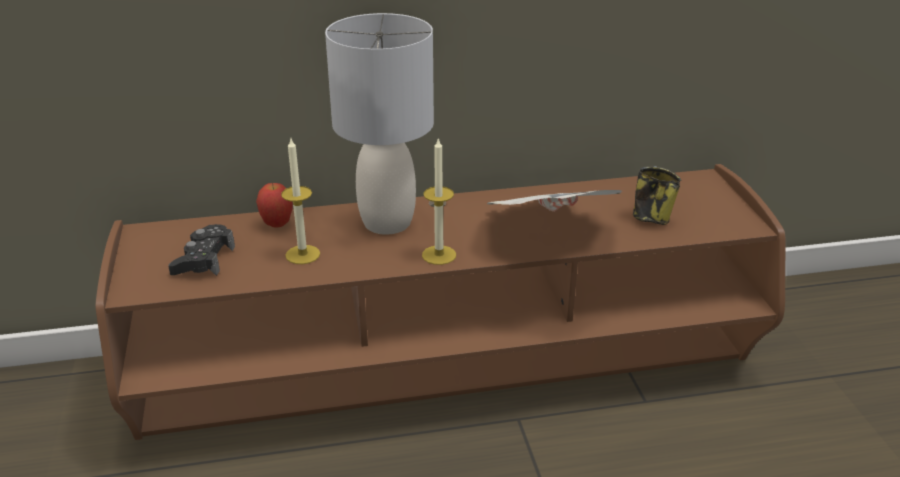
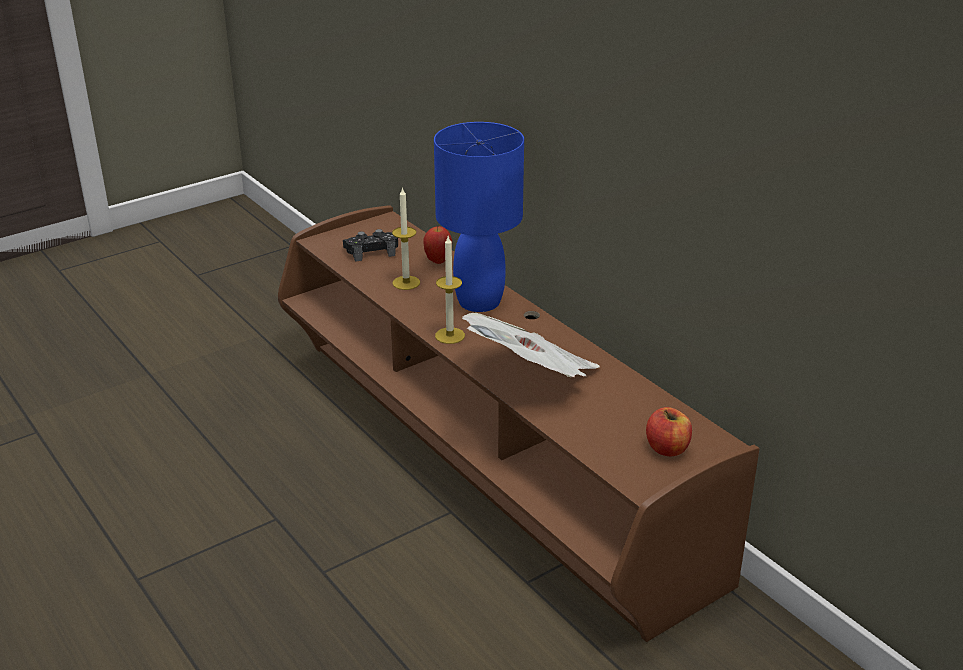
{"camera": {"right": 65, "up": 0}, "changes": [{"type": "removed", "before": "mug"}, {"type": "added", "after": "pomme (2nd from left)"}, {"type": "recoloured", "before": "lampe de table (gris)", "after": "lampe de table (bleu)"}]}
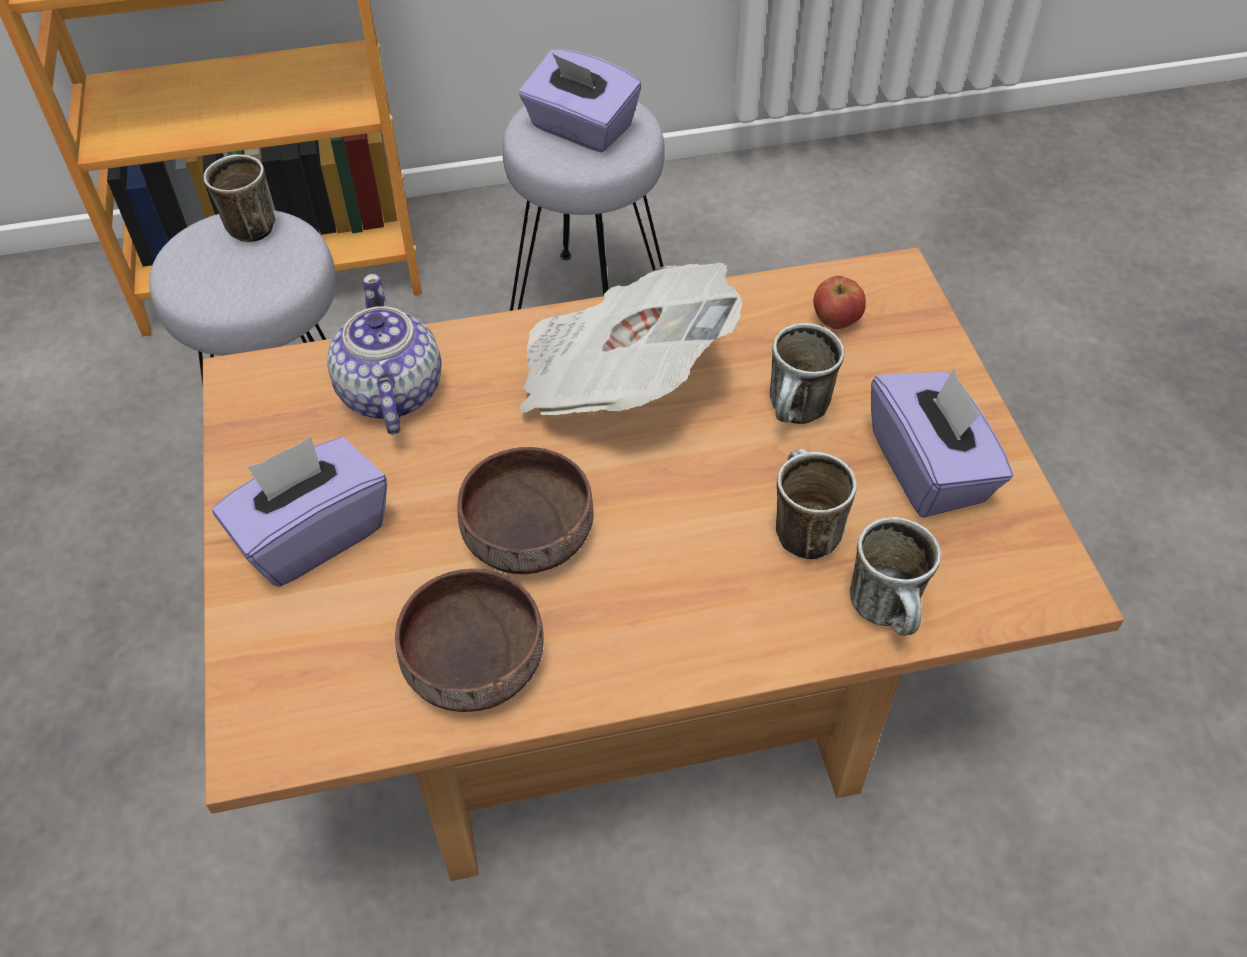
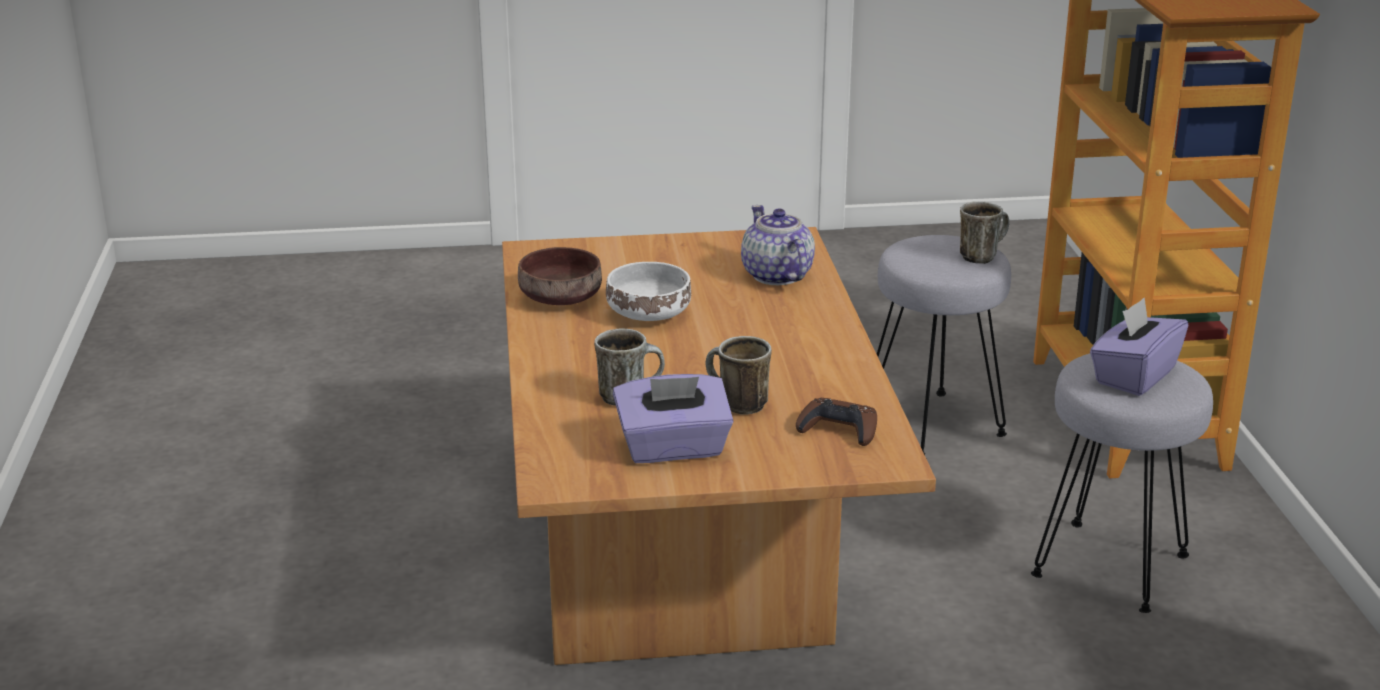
{"camera": {"right": 95, "up": -25}, "changes": [{"type": "removed", "before": "boîte à mouchoirs (violet) (1st from left)"}, {"type": "removed", "before": "journal"}, {"type": "removed", "before": "mug (4th from left)"}, {"type": "replaced", "before": "pomme", "after": "manette (marron)"}, {"type": "recoloured", "before": "bol (marron) (2nd from left)", "after": "bol (blanc)"}, {"type": "turned", "before": "théière", "turn": -105}]}
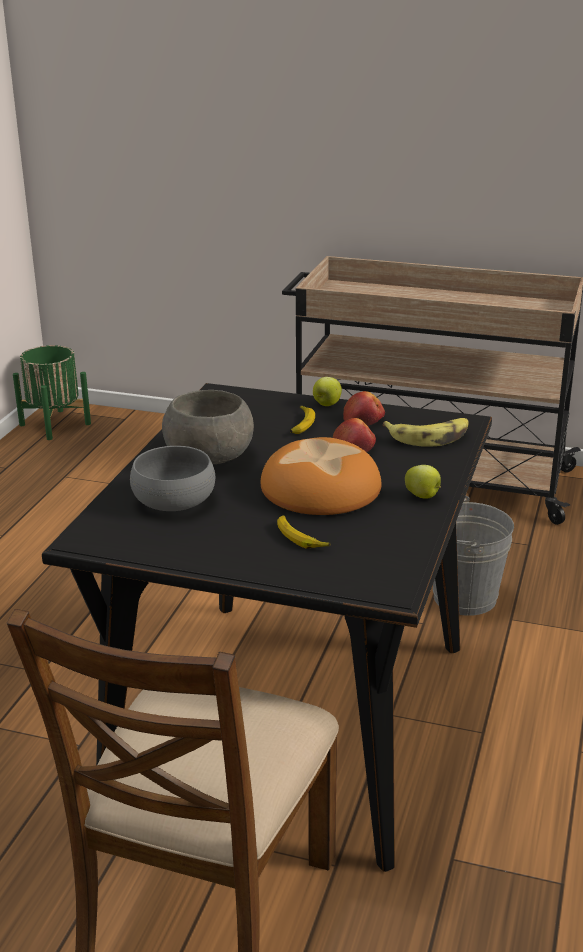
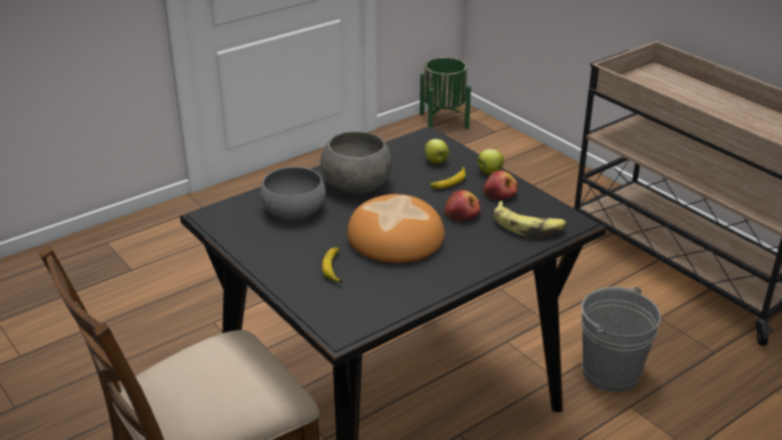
{"camera": {"right": 35, "up": 5}, "changes": [{"type": "moved", "before": "pomme (4th from left in the first image)", "after": "pomme (1st from left)"}]}
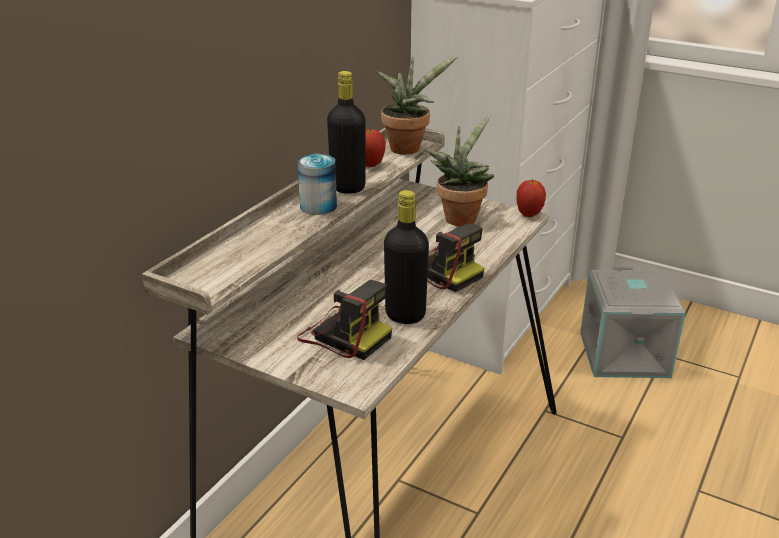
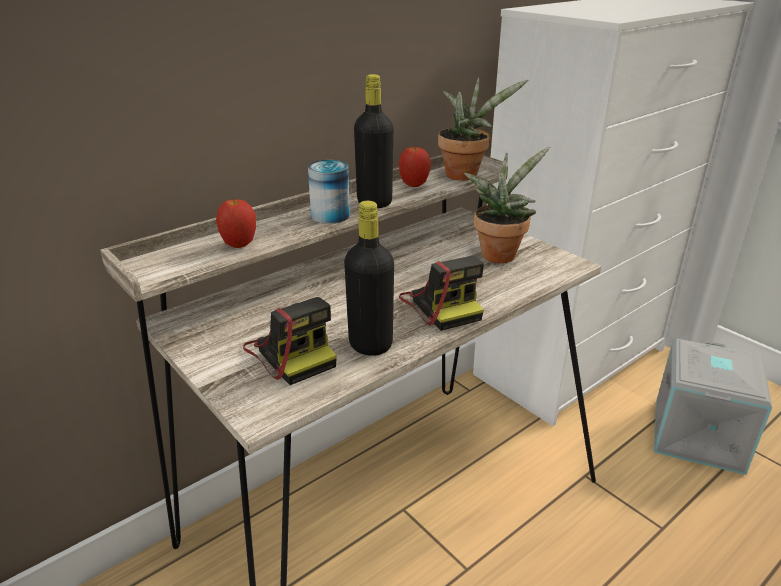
{"camera": {"right": 20, "up": 0}, "changes": [{"type": "moved", "before": "pomme (2nd from left in the first image)", "after": "pomme (1st from left)"}]}
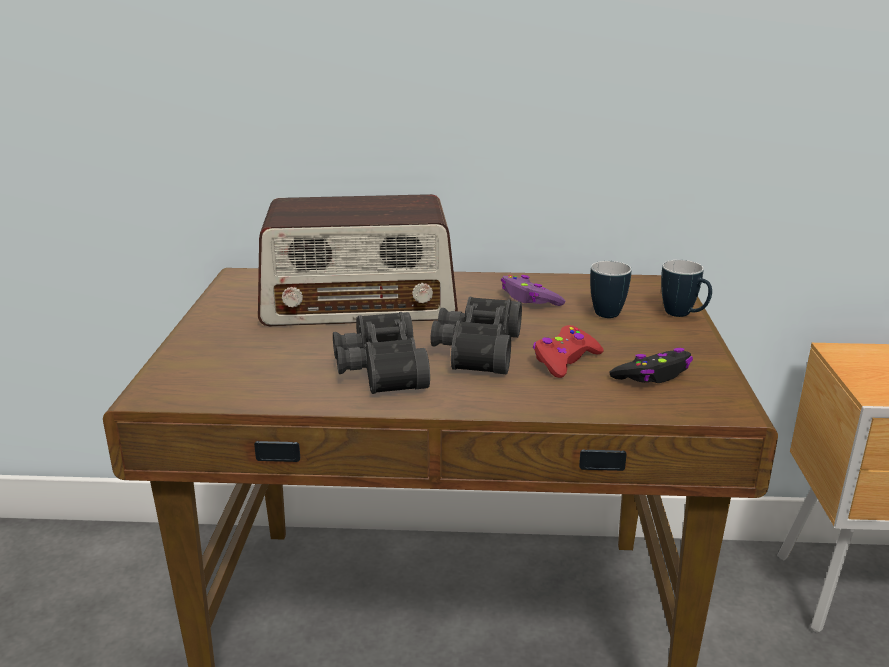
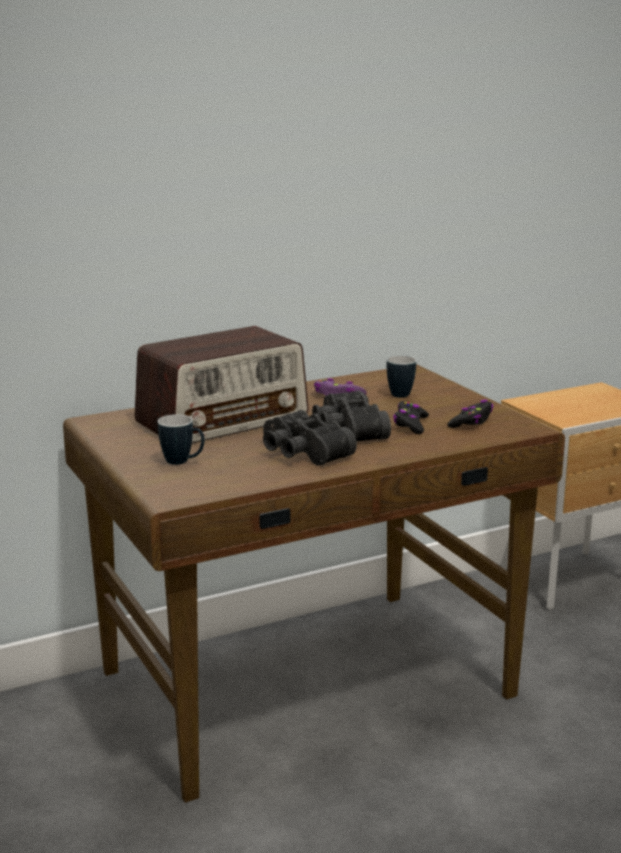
{"camera": {"right": -30, "up": -5}, "changes": [{"type": "moved", "before": "mug (2nd from left in the first image)", "after": "mug (1st from left)"}, {"type": "recoloured", "before": "manette (rouge)", "after": "manette (noir) (1st from left)"}]}
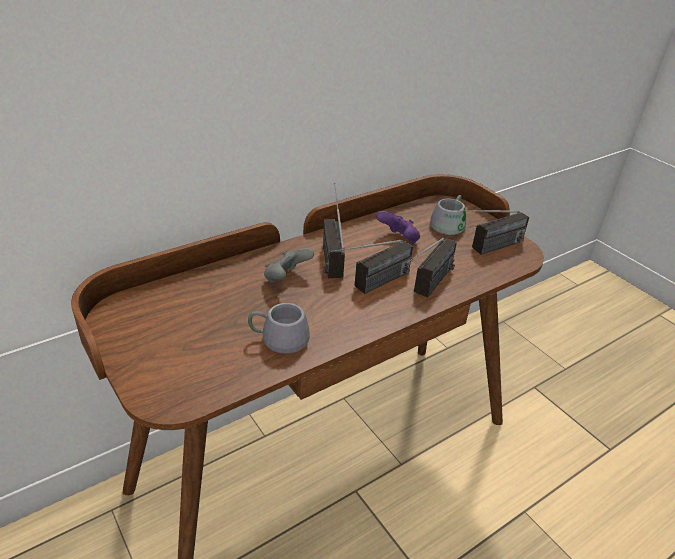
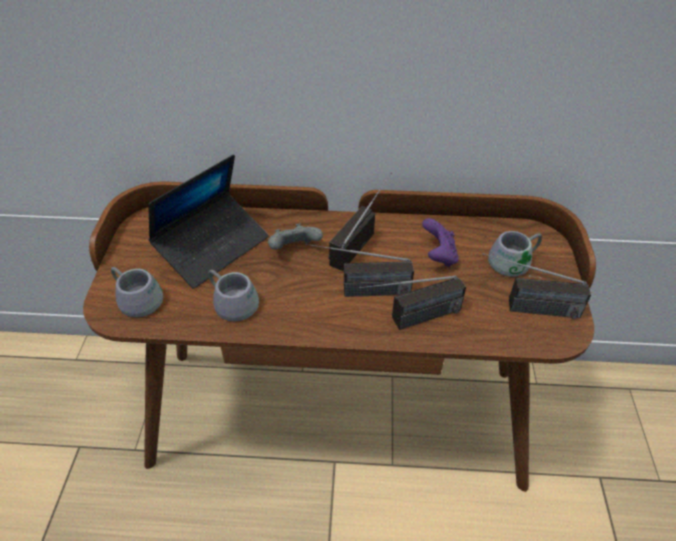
{"camera": {"right": 40, "up": 10}, "changes": [{"type": "added", "after": "mug (gris) (1st from left)"}, {"type": "added", "after": "ordinateur portable"}]}
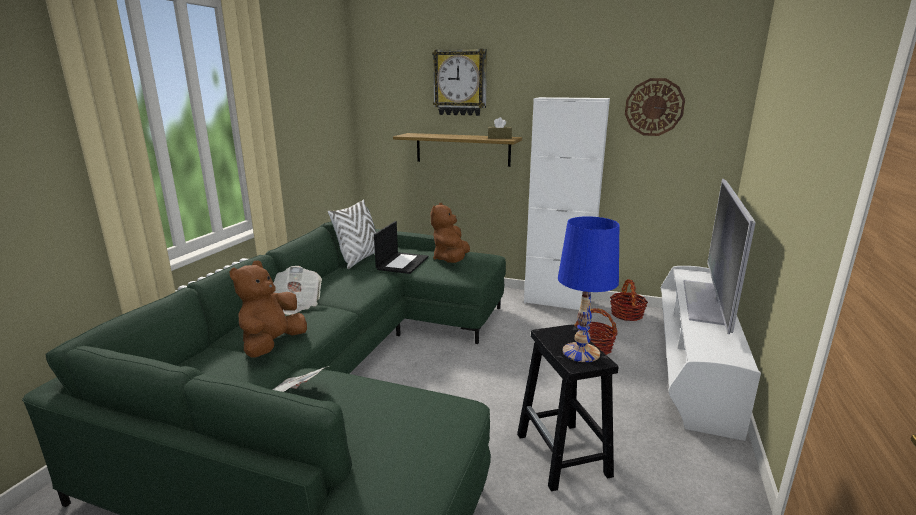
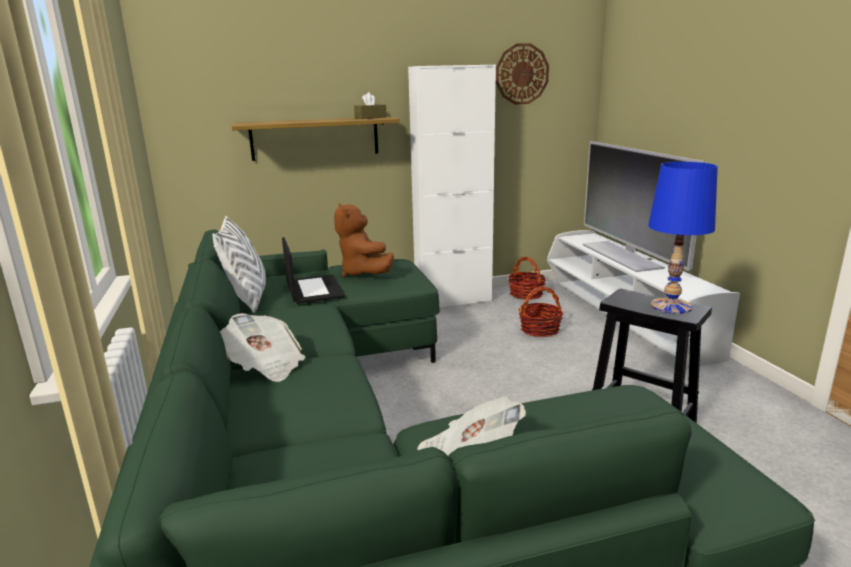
{"camera": {"right": -35, "up": 0}, "changes": [{"type": "removed", "before": "peluche (marron) (1st from left)"}, {"type": "removed", "before": "horloge murale (1st from left)"}]}
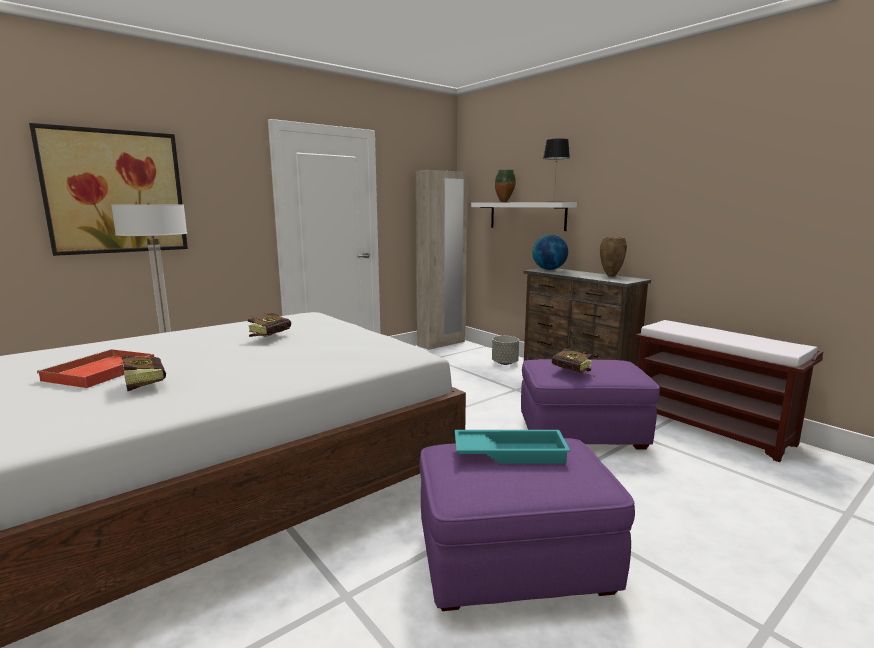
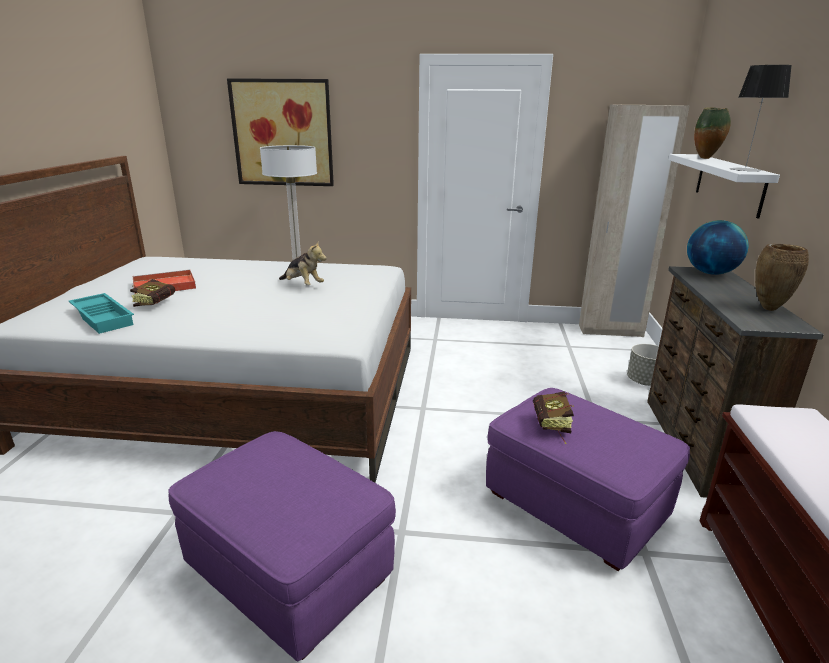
{"camera": {"right": 45, "up": 10}, "changes": [{"type": "moved", "before": "plateau (turquoise)"}, {"type": "replaced", "before": "livre (2nd from left)", "after": "peluche"}]}
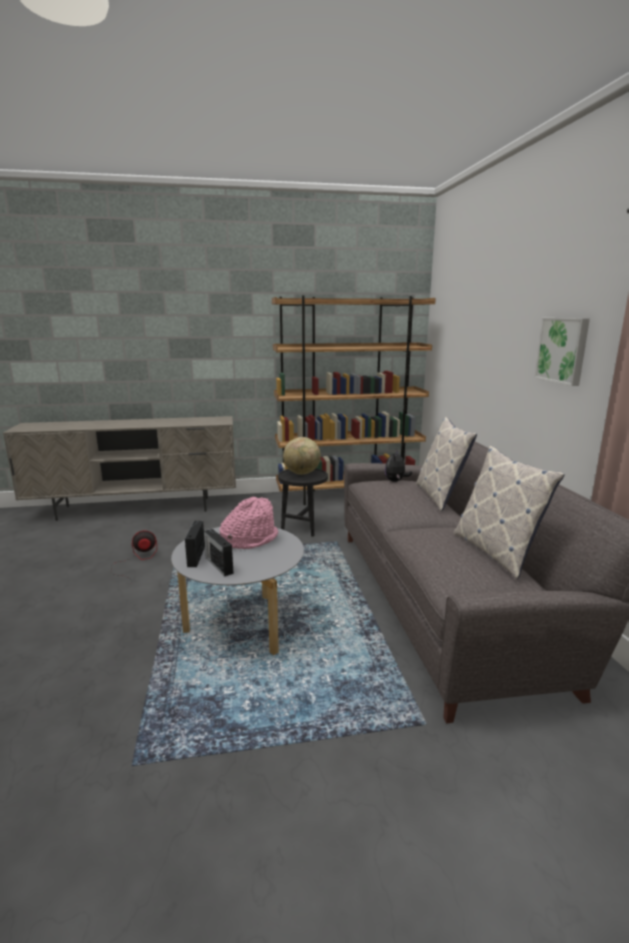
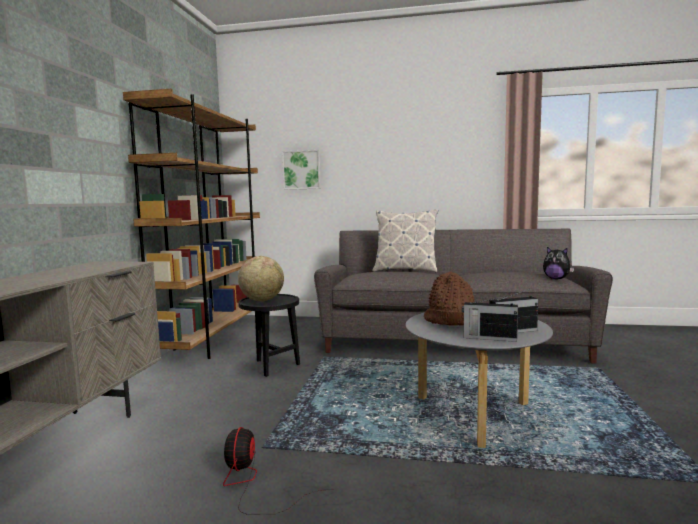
{"camera": {"right": -70, "up": -10}, "changes": [{"type": "removed", "before": "coussin (2nd from left)"}, {"type": "moved", "before": "peluche"}, {"type": "moved", "before": "tableau"}, {"type": "recoloured", "before": "chapeau (rose)", "after": "chapeau (marron)"}]}
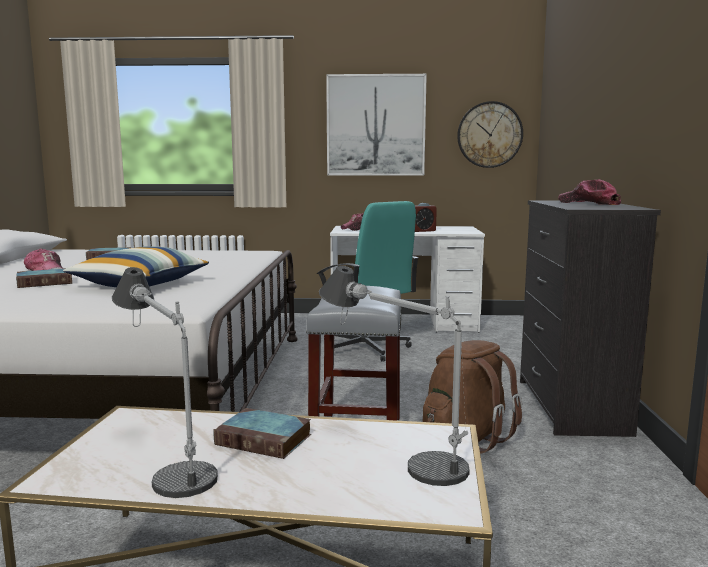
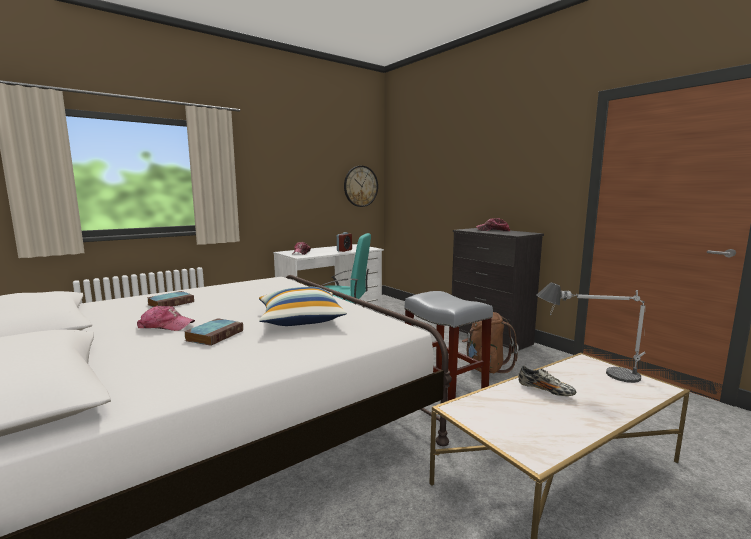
{"camera": {"right": -40, "up": 0}, "changes": [{"type": "removed", "before": "lampe de table (1st from left)"}, {"type": "removed", "before": "tableau"}, {"type": "replaced", "before": "livre (3rd from left)", "after": "chaussure"}]}
